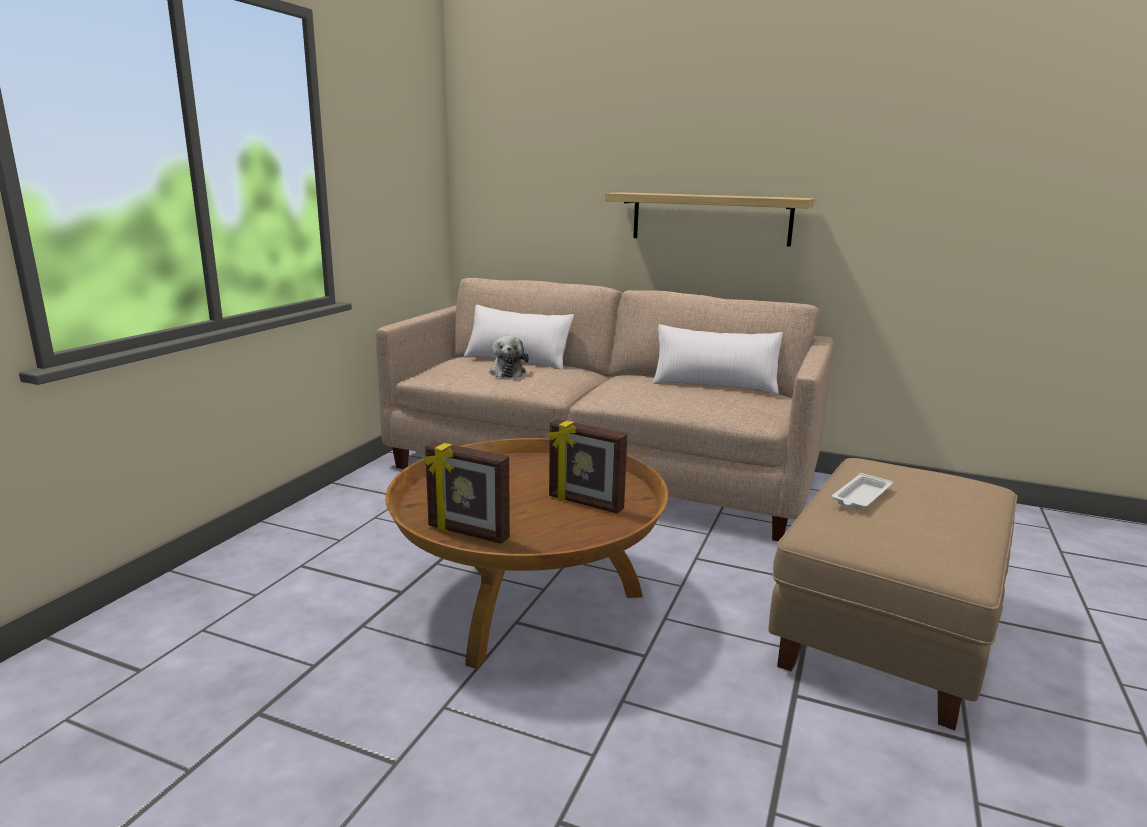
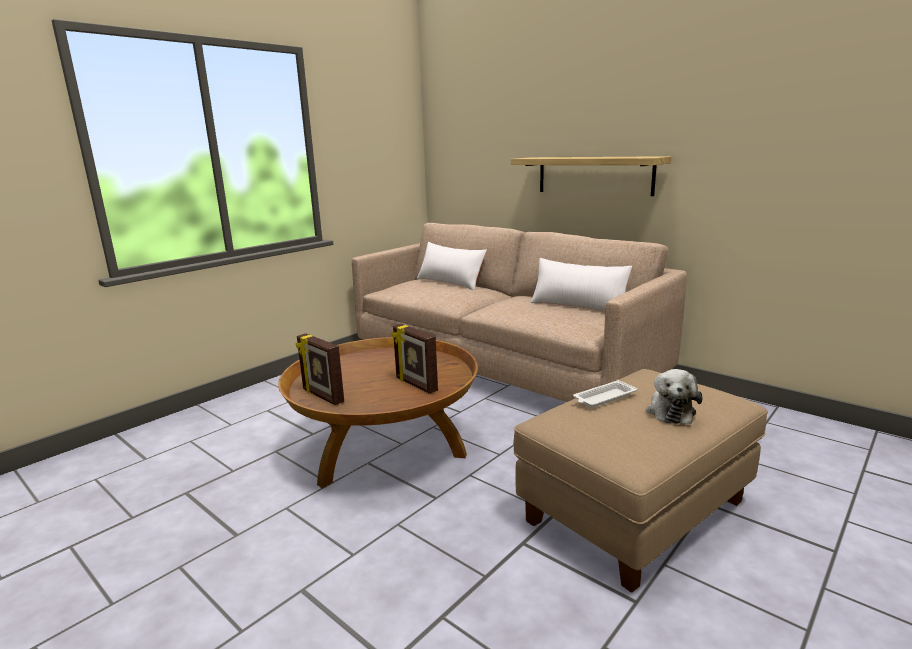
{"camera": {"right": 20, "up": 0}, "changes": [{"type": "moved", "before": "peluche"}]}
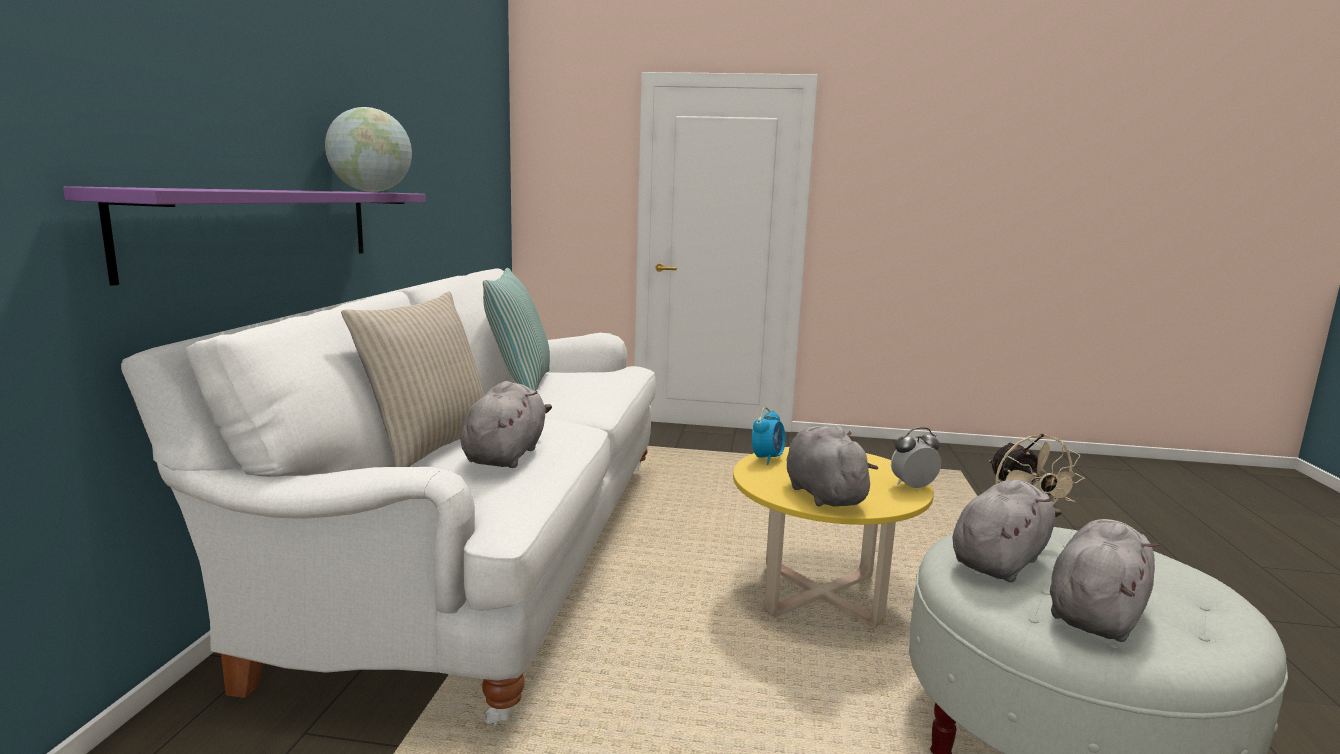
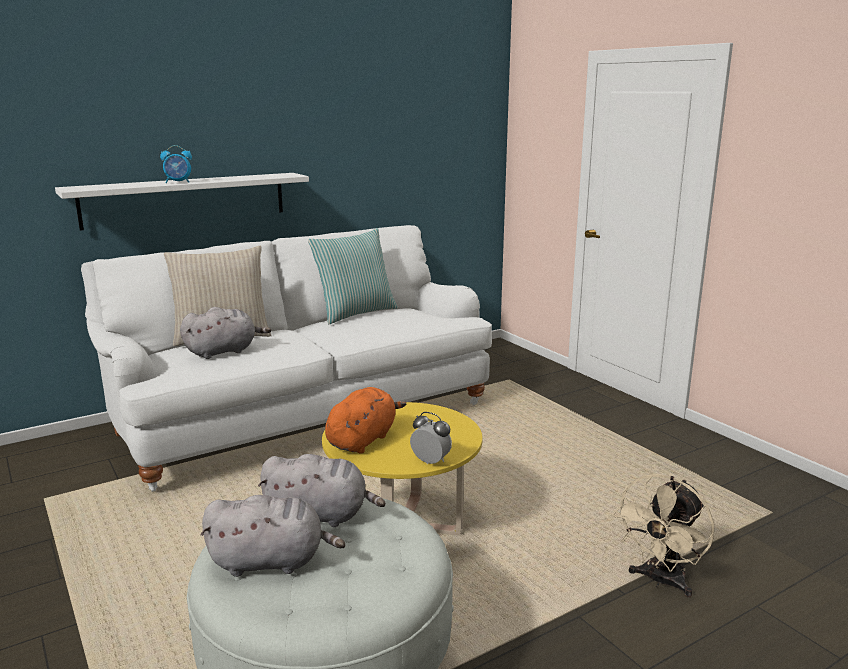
{"camera": {"right": 50, "up": 5}, "changes": [{"type": "removed", "before": "globe"}, {"type": "moved", "before": "réveil (1st from left)"}, {"type": "recoloured", "before": "étagère (violet)", "after": "étagère (blanc)"}, {"type": "recoloured", "before": "peluche (gris) (2nd from left)", "after": "peluche (orange)"}]}
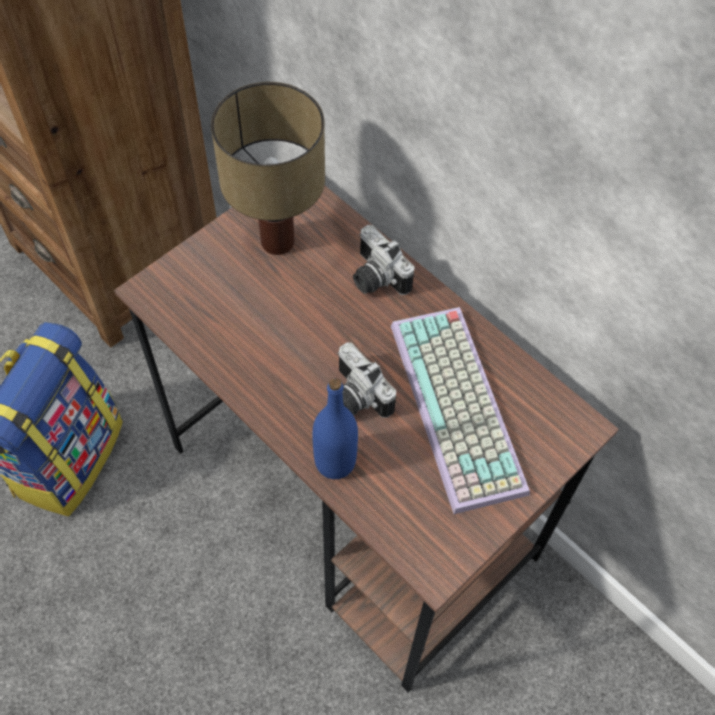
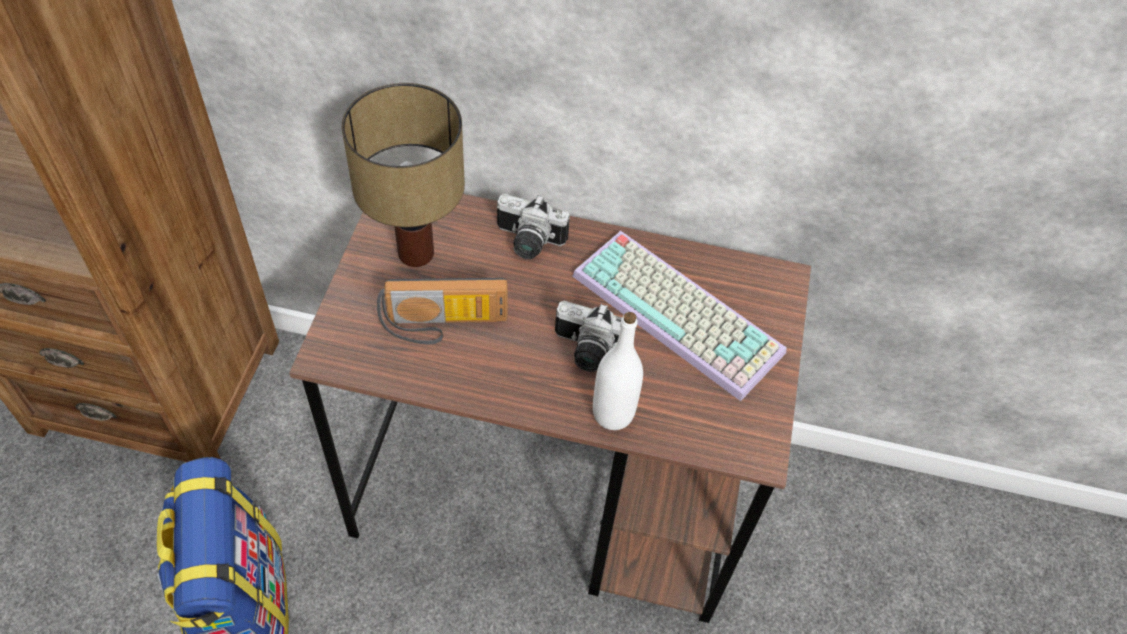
{"camera": {"right": -35, "up": -5}, "changes": [{"type": "added", "after": "radio"}, {"type": "recoloured", "before": "bouteille (bleu)", "after": "bouteille (blanc)"}]}
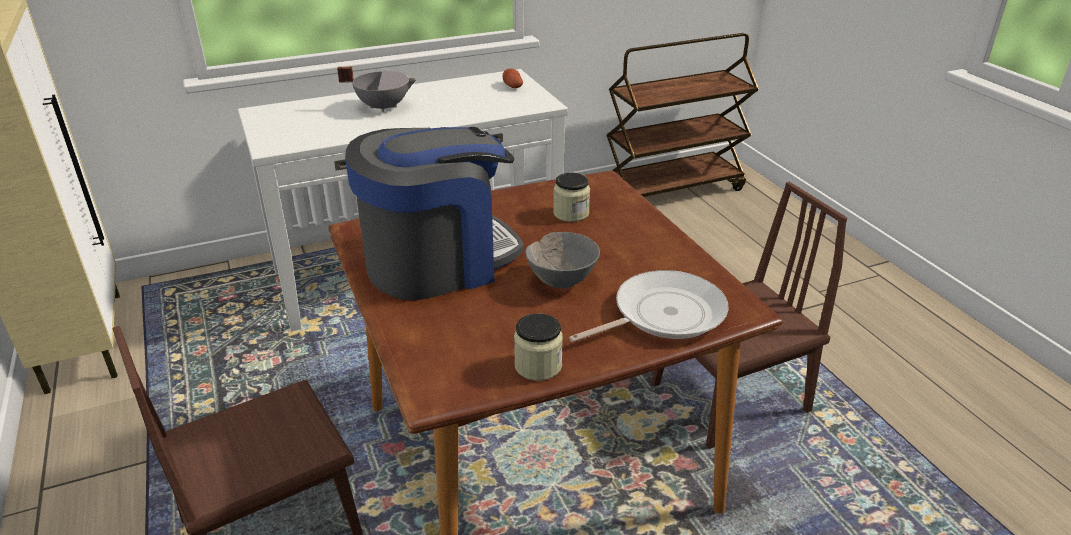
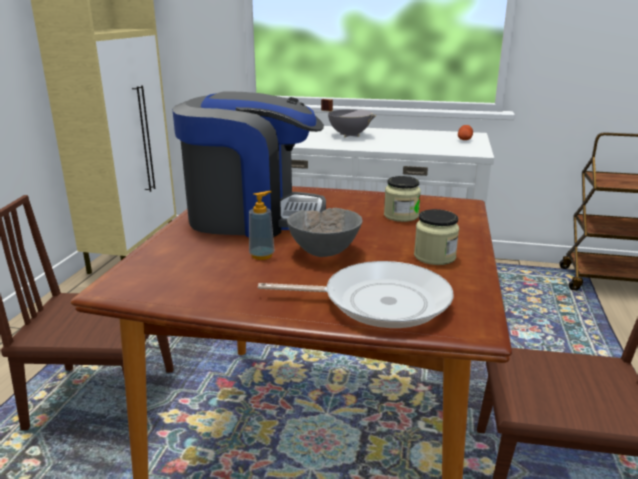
{"camera": {"right": 35, "up": -10}, "changes": [{"type": "added", "after": "distributeur de savon"}, {"type": "moved", "before": "bocal (1st from left in the first image)", "after": "bocal (2nd from left)"}]}
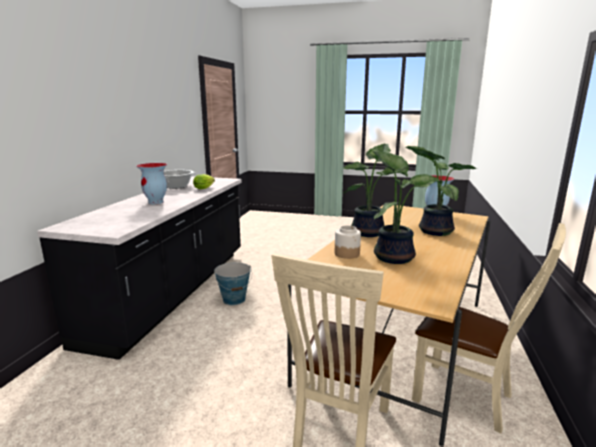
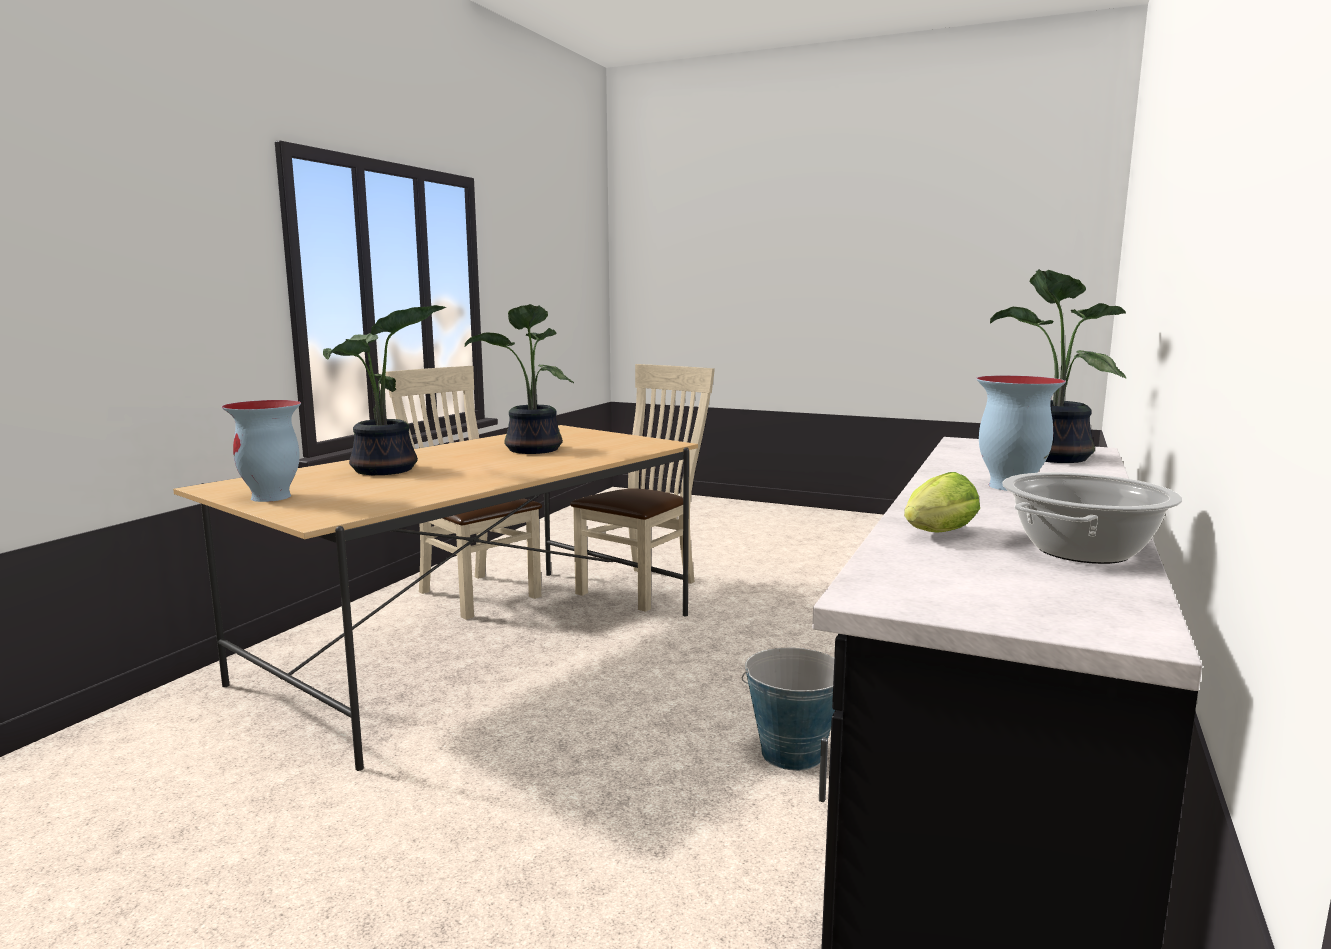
{"camera": {"right": -170, "up": -5}, "changes": [{"type": "removed", "before": "bocal"}, {"type": "moved", "before": "plante en pot (1st from left in the first image)", "after": "plante en pot (3rd from left)"}]}
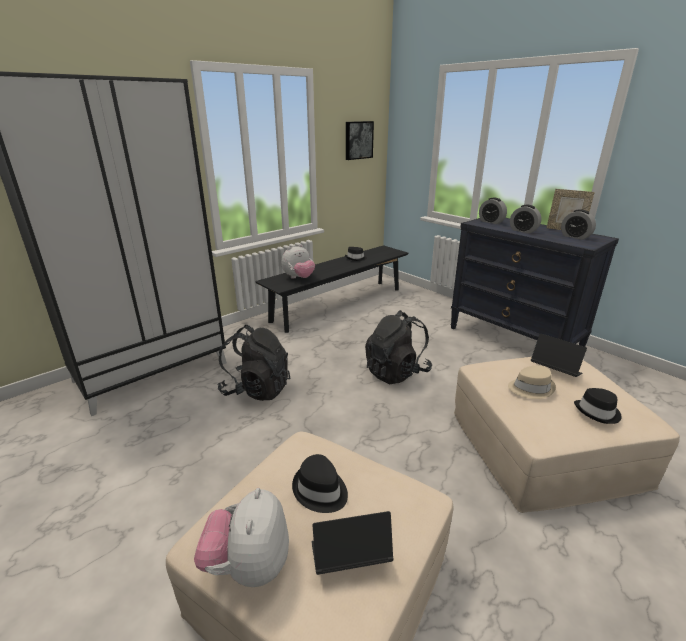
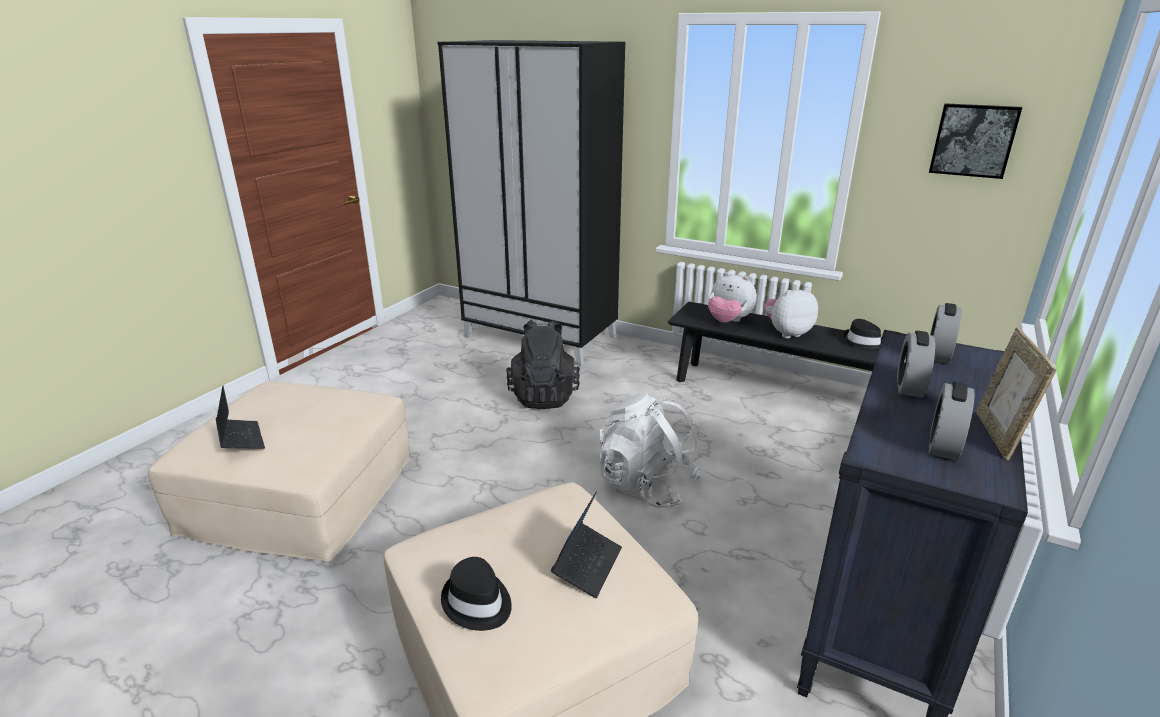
{"camera": {"right": 70, "up": 0}, "changes": [{"type": "removed", "before": "chapeau (noir) (1st from left)"}, {"type": "removed", "before": "chapeau (beige)"}, {"type": "moved", "before": "peluche (1st from left in the first image)", "after": "peluche (2nd from left)"}, {"type": "recoloured", "before": "sac à dos (noir) (2nd from left)", "after": "sac à dos (blanc)"}]}
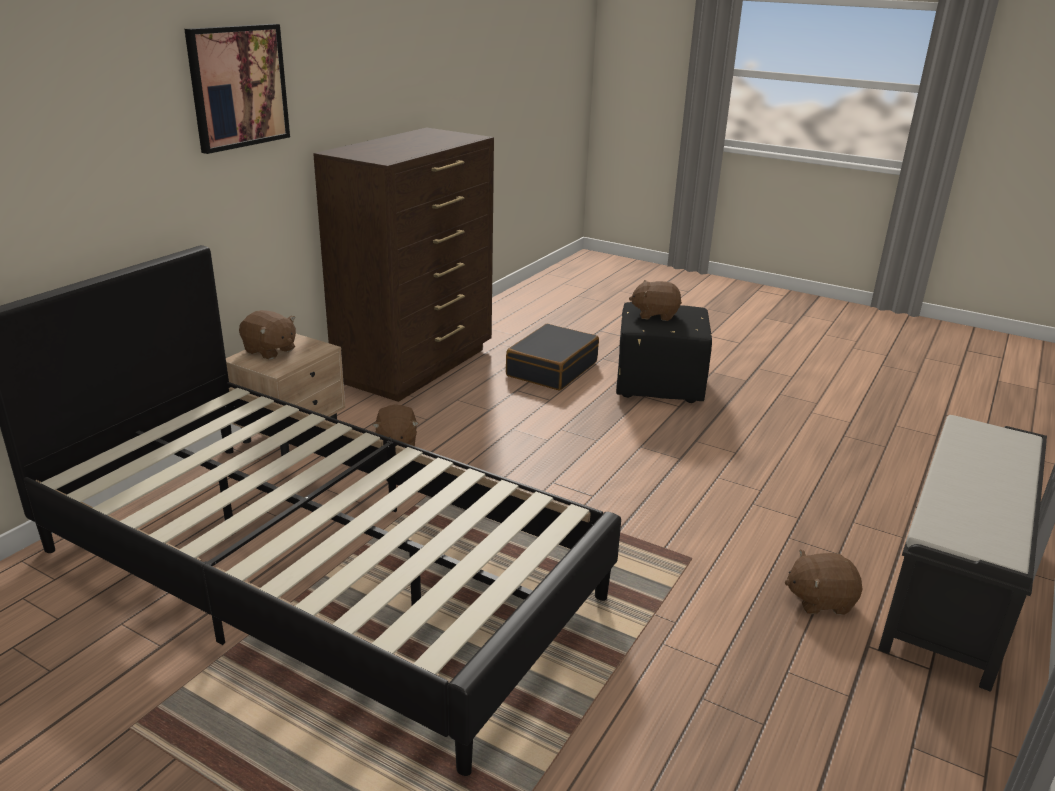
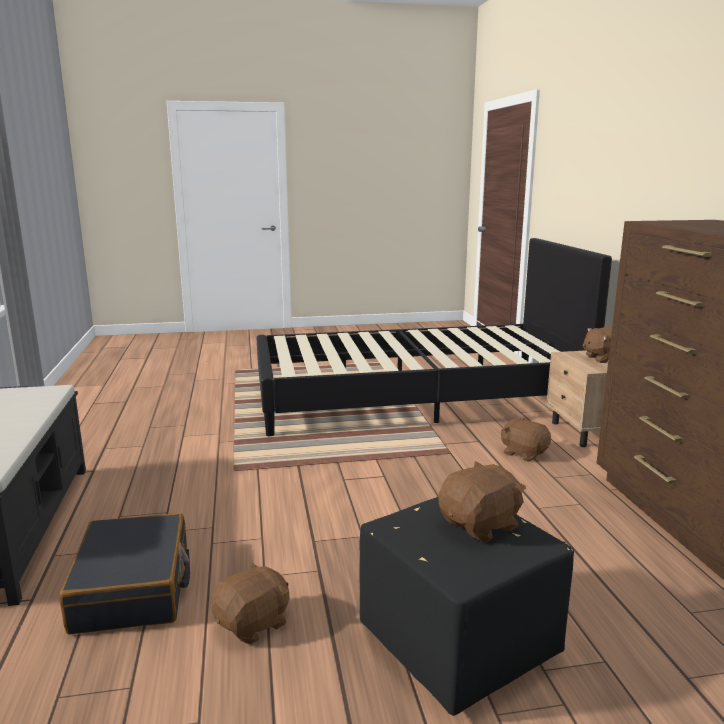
{"camera": {"right": 140, "up": -10}, "changes": [{"type": "removed", "before": "tableau"}, {"type": "moved", "before": "valise (noir)"}, {"type": "moved", "before": "peluche (marron) (4th from left in the first image)", "after": "peluche (marron) (1st from left)"}]}
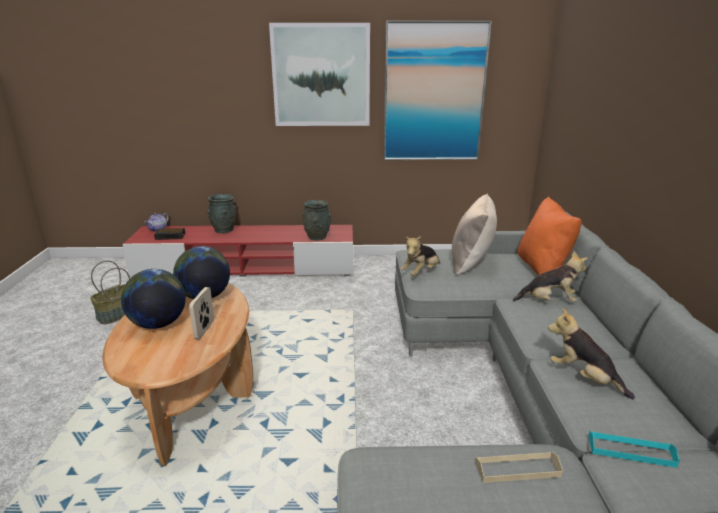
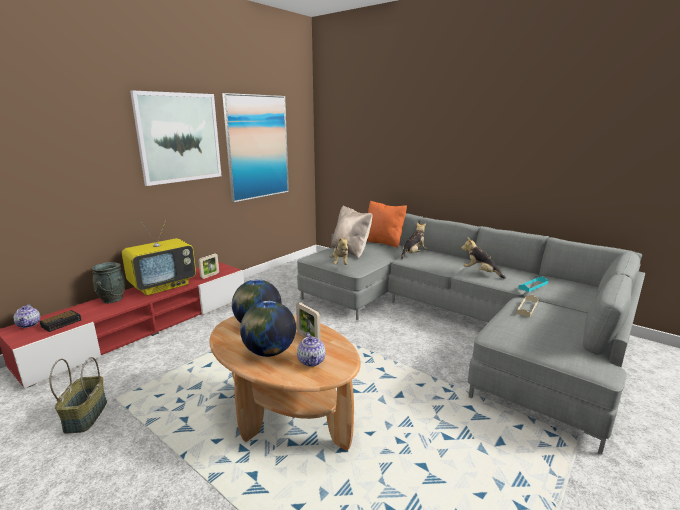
{"camera": {"right": -50, "up": -5}, "changes": [{"type": "added", "after": "téléviseur"}, {"type": "added", "after": "théière (2nd from left)"}, {"type": "replaced", "before": "vase (gris) (2nd from left)", "after": "cadre photo (1st from left)"}, {"type": "turned", "before": "peluche (3rd from left)", "turn": 45}]}
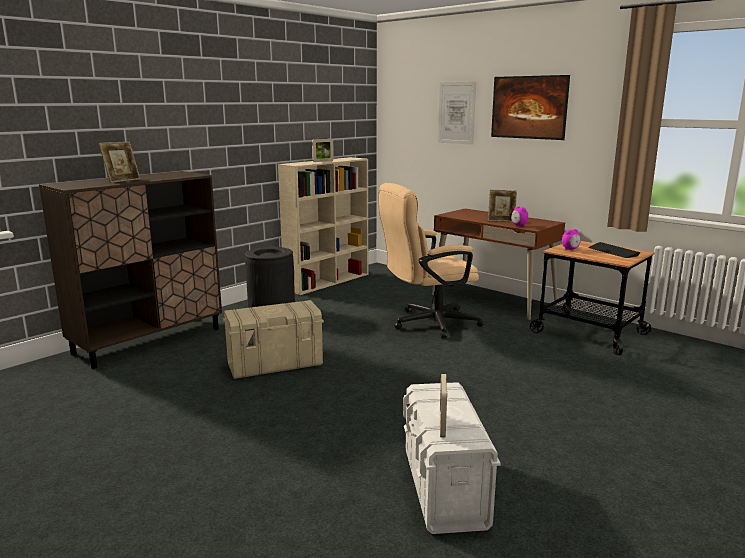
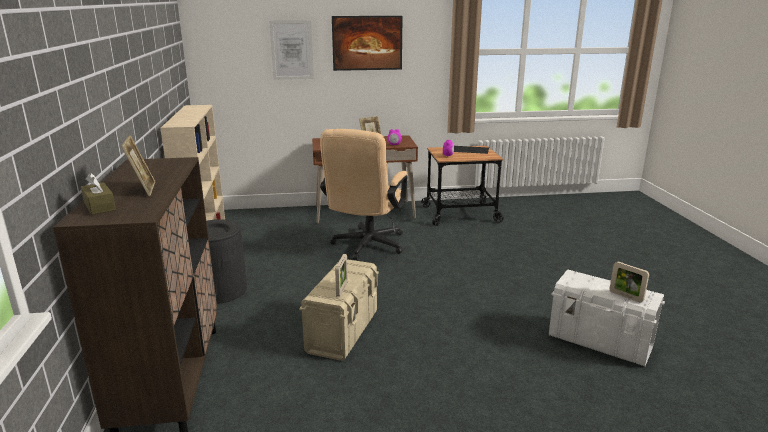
{"camera": {"right": -50, "up": 5}, "changes": [{"type": "added", "after": "boîte à mouchoirs (marron)"}, {"type": "moved", "before": "cadre photo (2nd from left)"}]}
